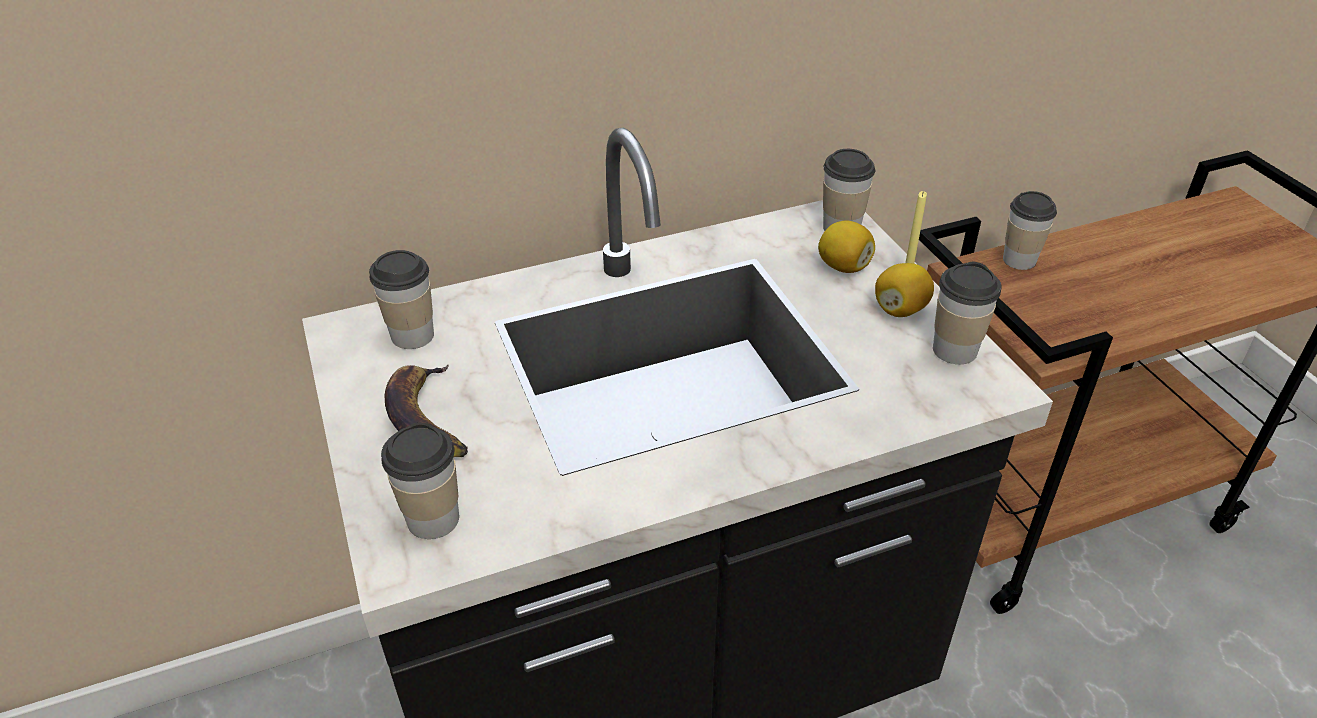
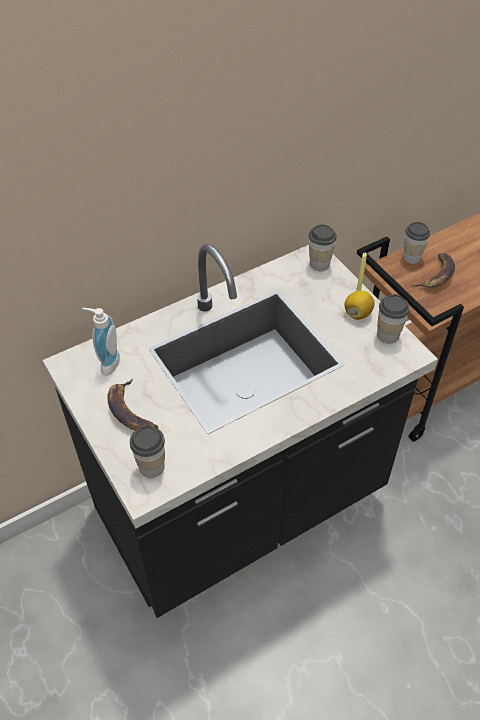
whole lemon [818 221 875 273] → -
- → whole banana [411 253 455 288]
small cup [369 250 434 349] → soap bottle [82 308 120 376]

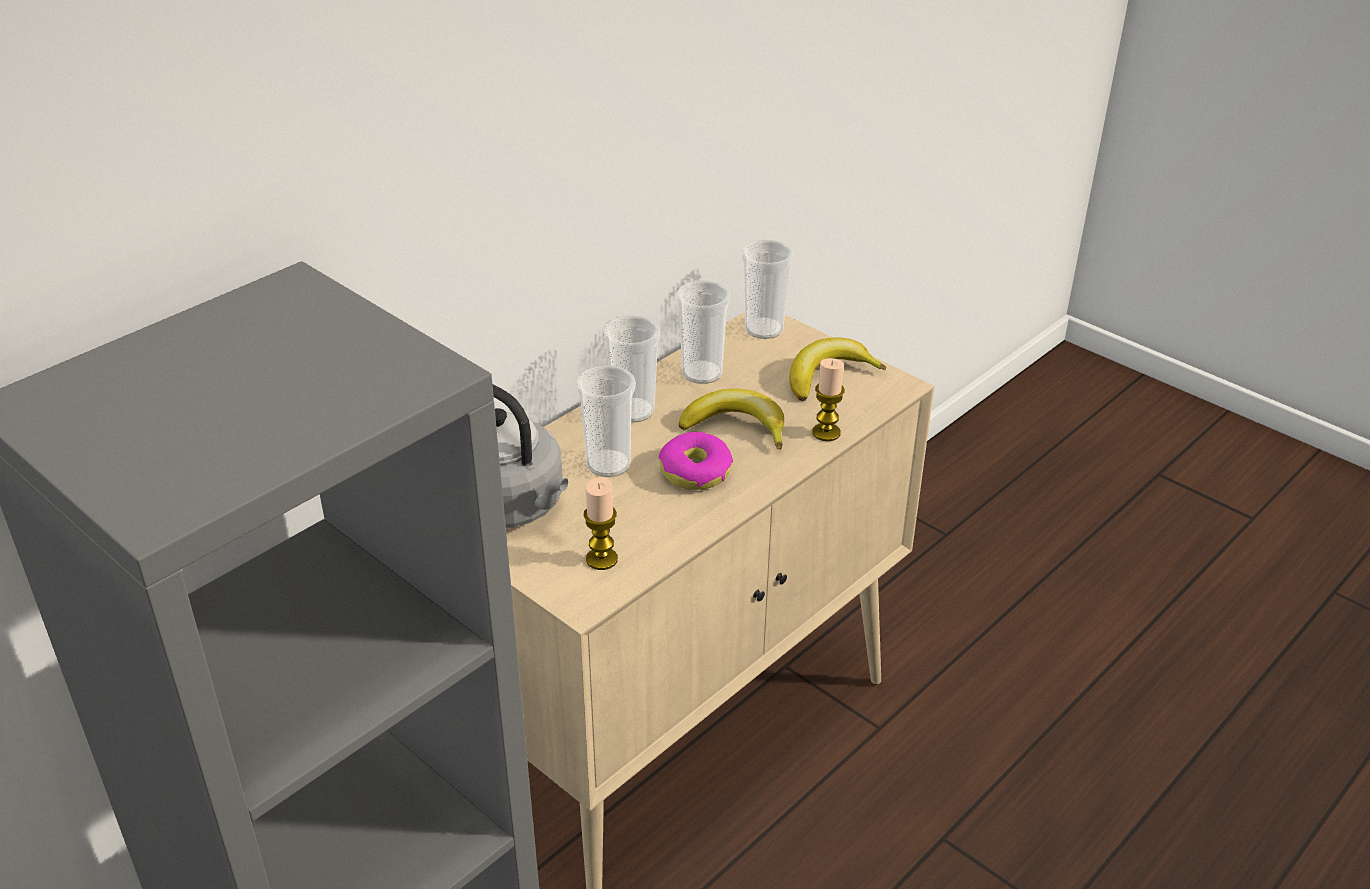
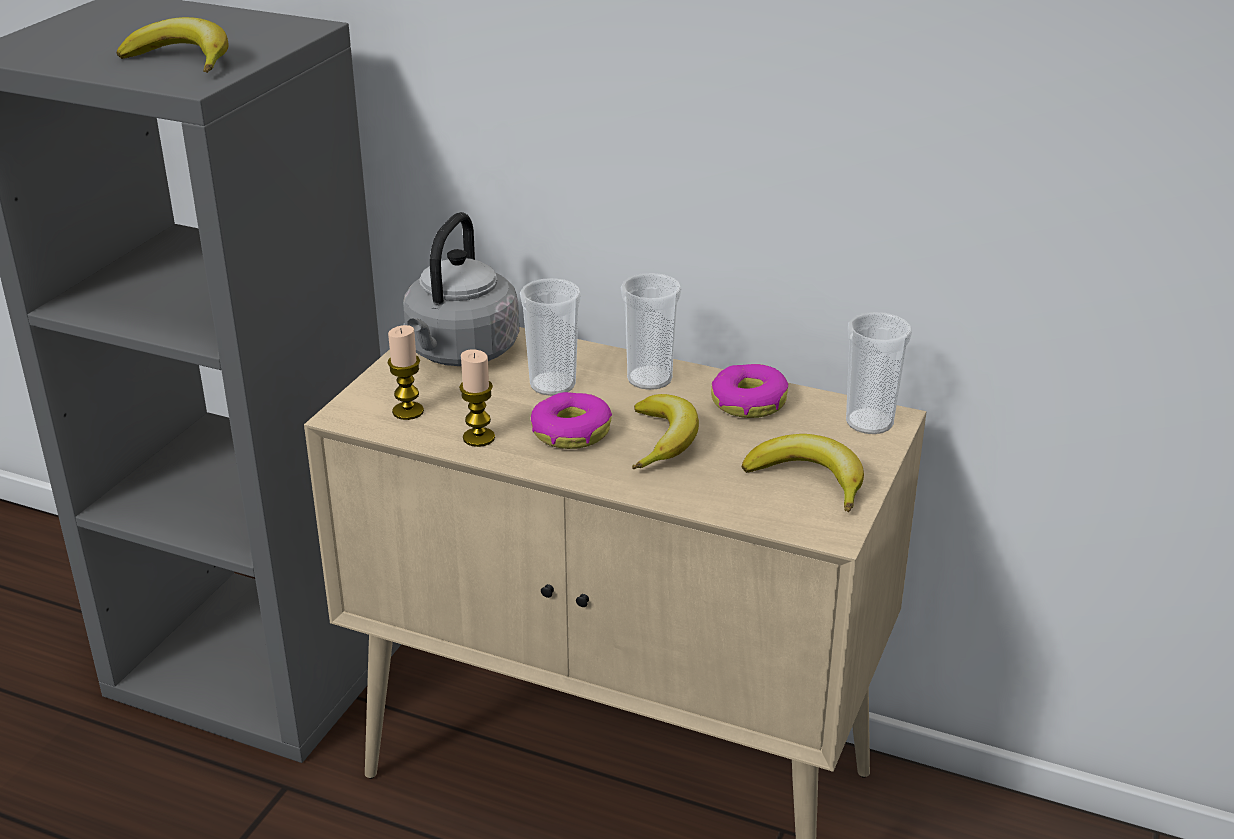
- → whole banana [117 17 229 73]
wax candle [812 358 845 441] → wax candle [459 349 495 447], moved
small cup [677 280 730 384] → donut [711 364 788 418]

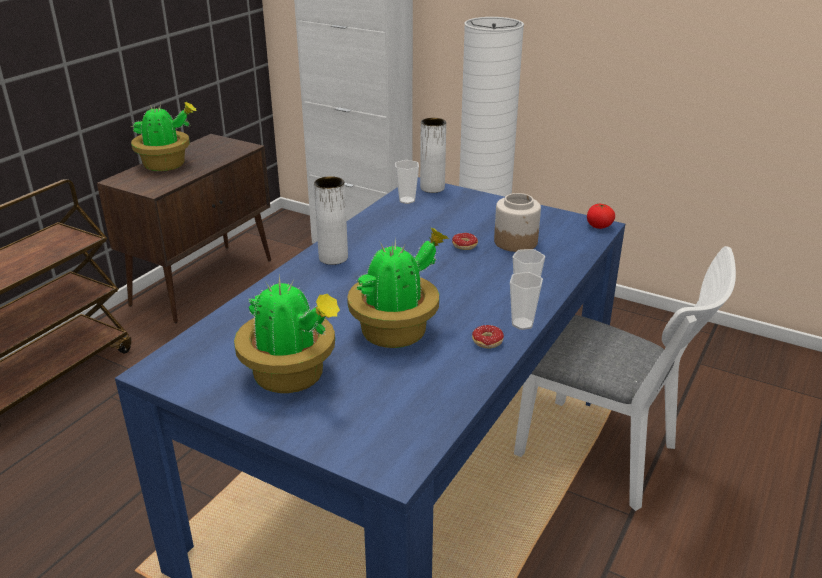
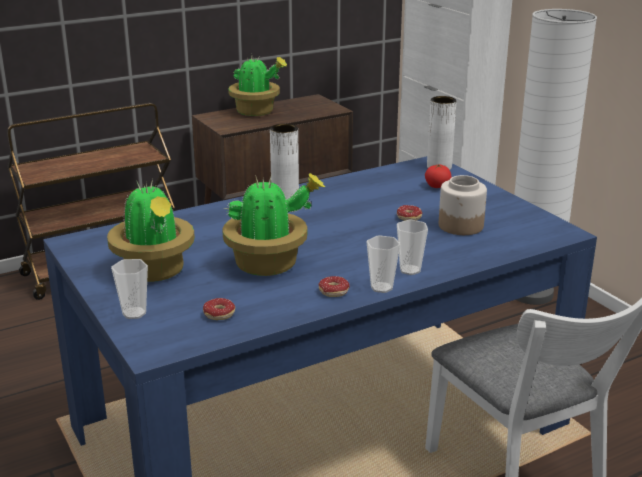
- → donut [203 298 235 320]
small cup [395 160 419 204] → small cup [111 259 148 319], moved
fresh tomato [587 203 615 229] → fresh tomato [425 164 452 188], moved

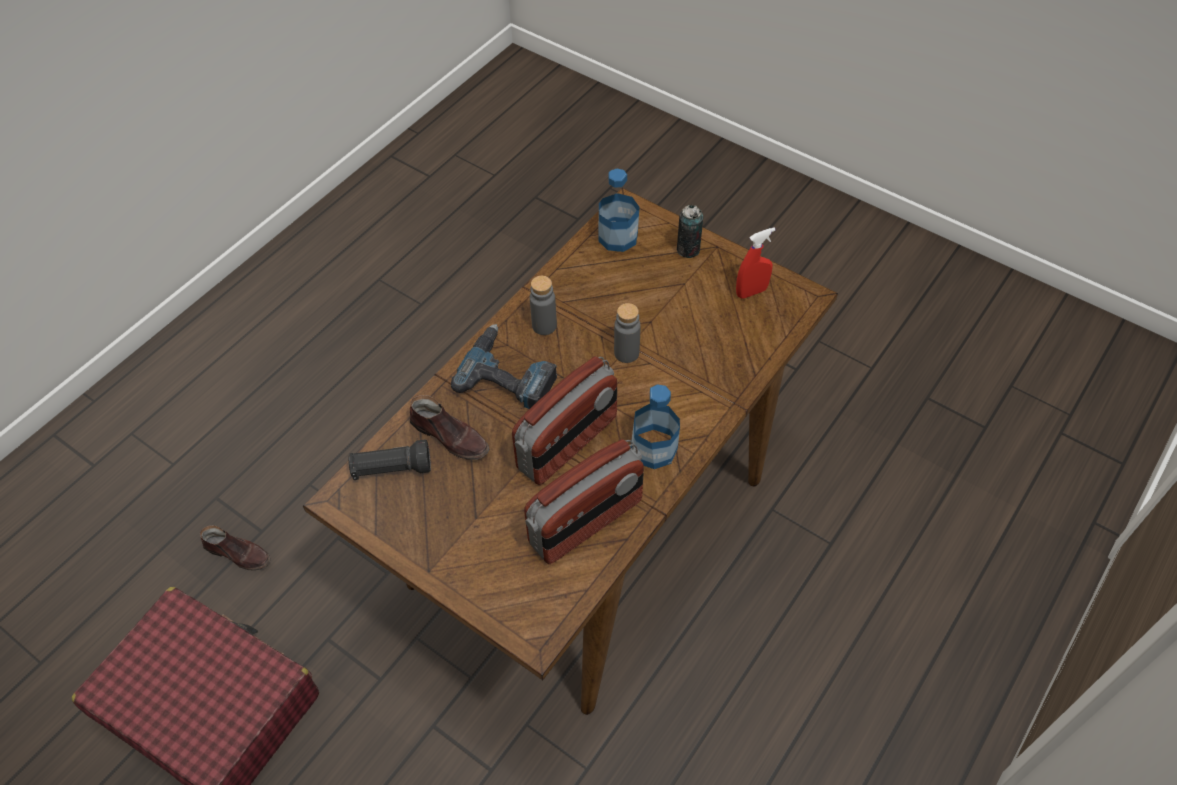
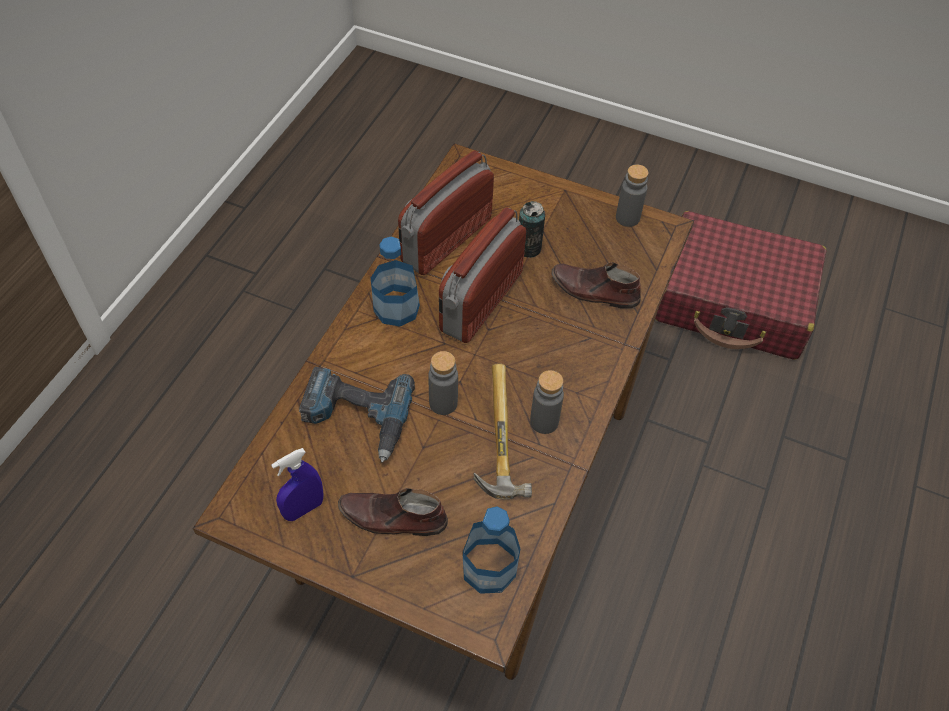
black torch [348 439 431 480] → -
- → hammer [473 363 532 500]
- → gray drink bottle [616 164 649 227]
brown low shoe [200 525 271 571] → brown low shoe [338 488 448 536], moved
power drill [451 324 557 409] → power drill [299 367 415 463], moved
metal can [677 205 703 258] → metal can [519 201 545 258], moved
red sprayer [736 227 775 299] → blue-coloured sprayer [271 448 324 521]

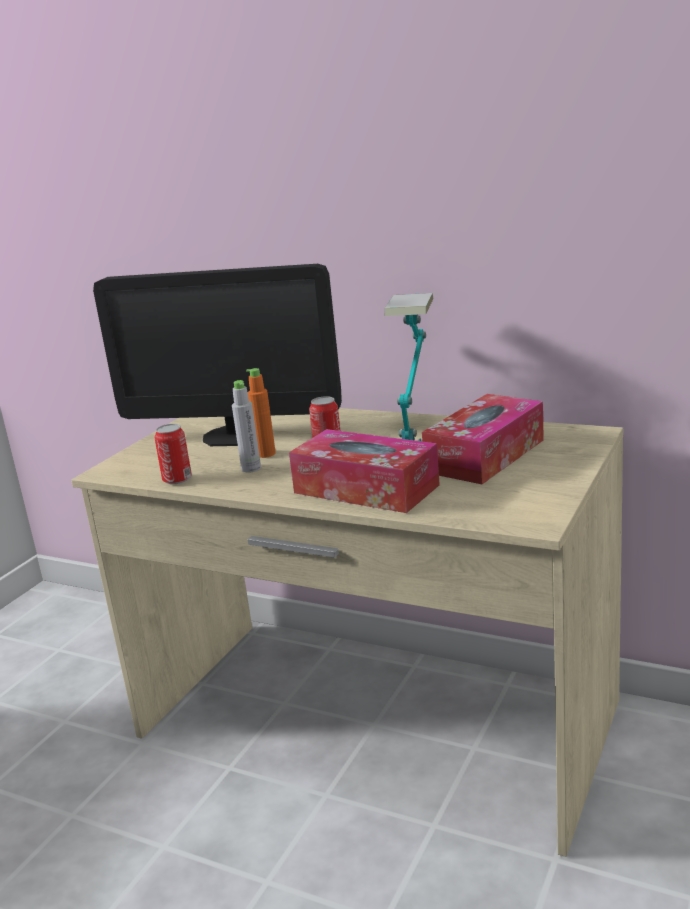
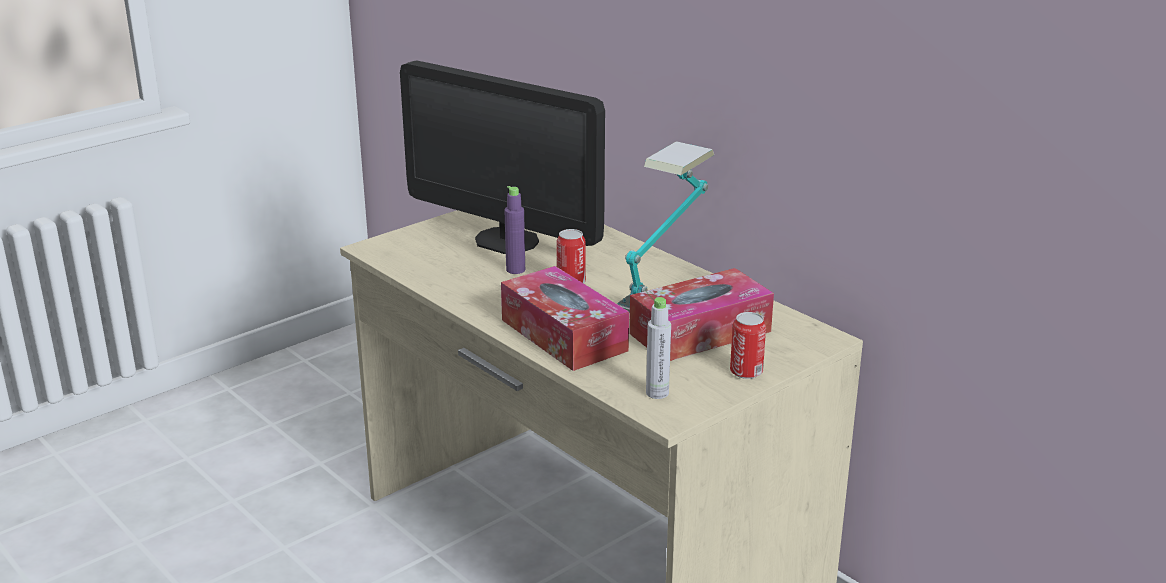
metal can [155 424 192 484] → metal can [730 312 766 379], moved
gray drink bottle [232 380 261 473] → gray drink bottle [646 297 671 399], moved
orangey drink bottle [246 368 276 458] → purplish drink bottle [504 186 525 274]

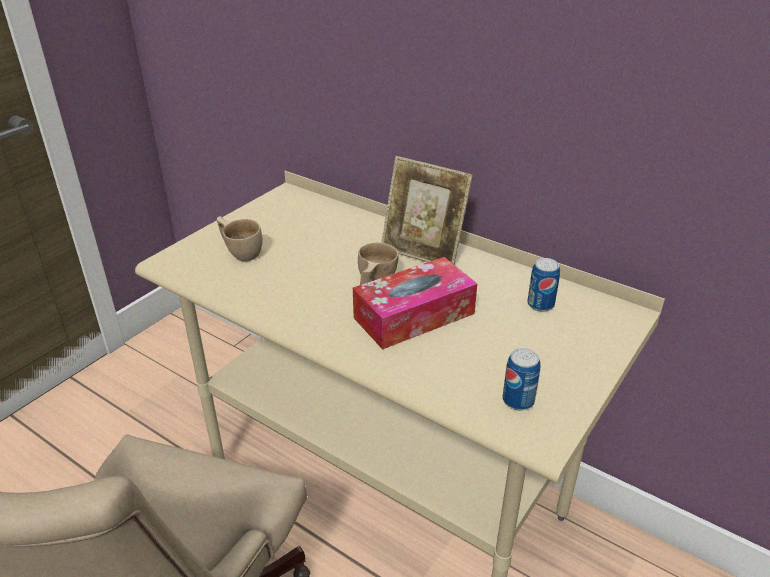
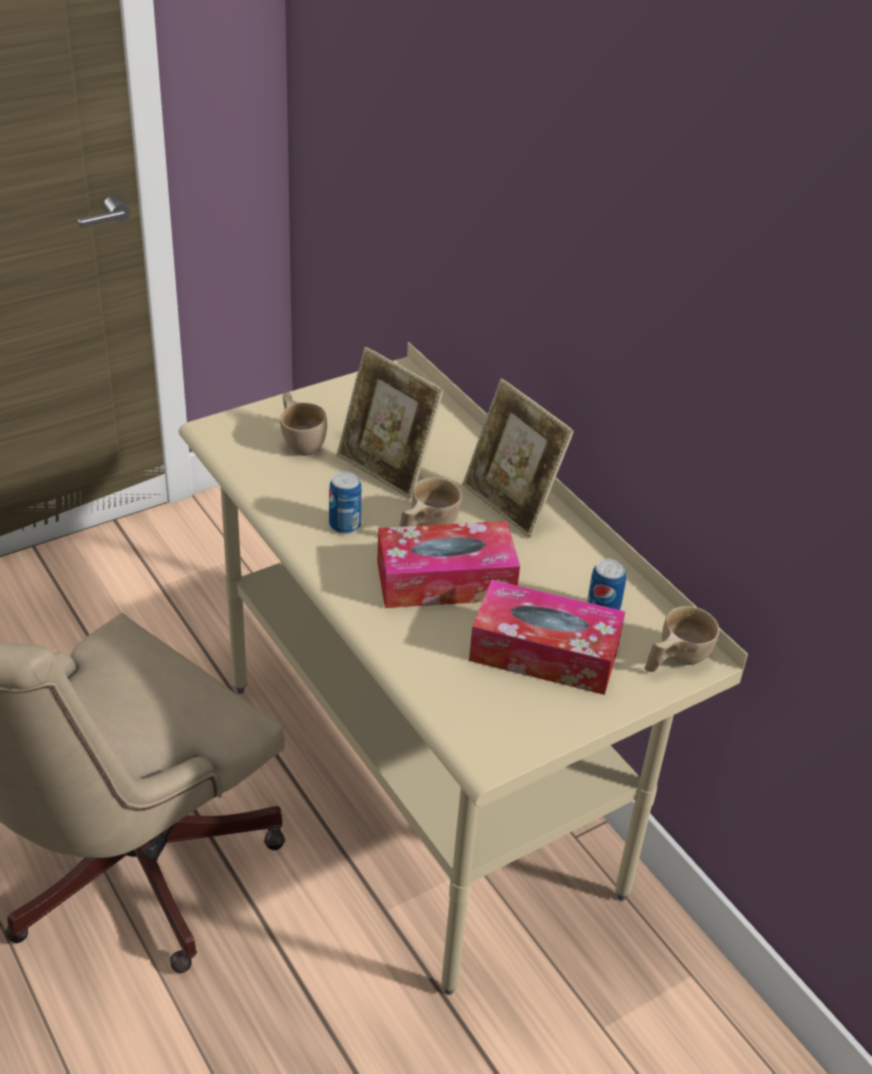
- → photo frame [337 347 444 499]
- → box of tissues [469 580 625 695]
- → beige-coloured small cup [645 606 719 672]
metal can [503 348 541 410] → metal can [329 471 362 534], moved

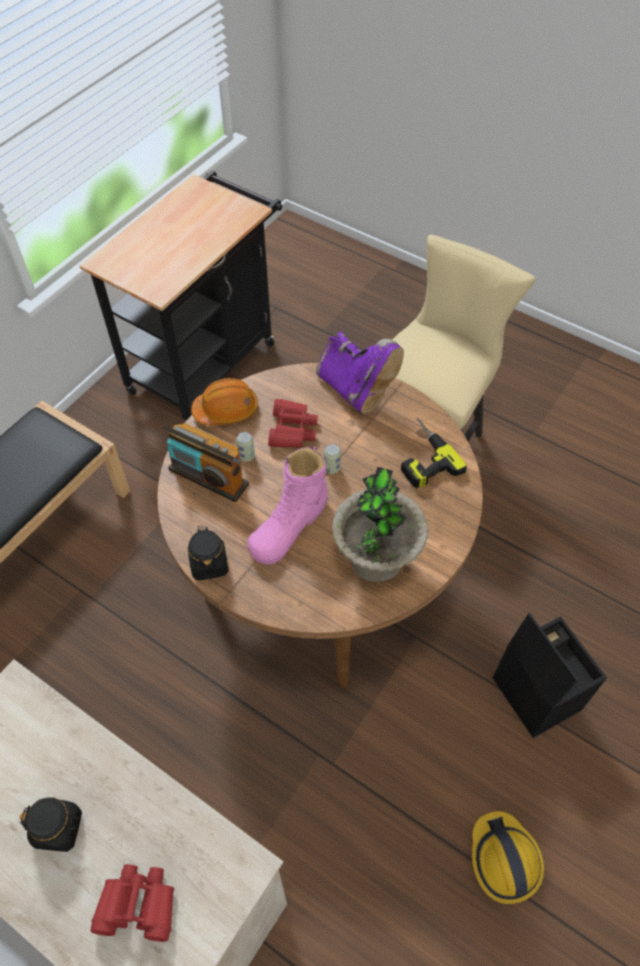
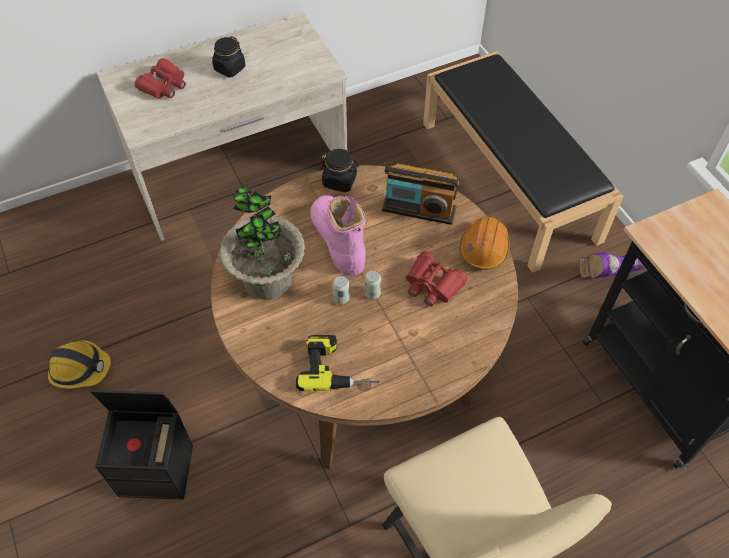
metal can [236 432 255 462] → metal can [332 276 350 304], moved
purplish tall boot [316 332 404 414] → purplish tall boot [579 252 645 278], moved
radio set [163 423 249 502] → radio set [382 164 460 225], 135 degrees counterclockwise

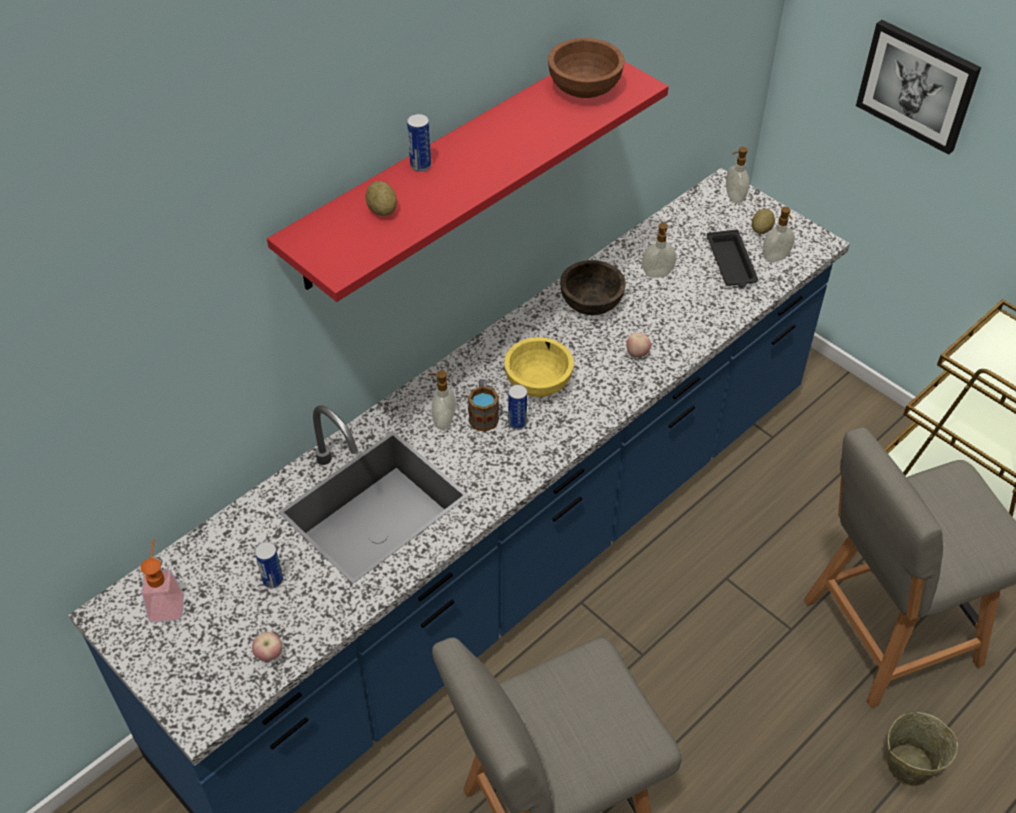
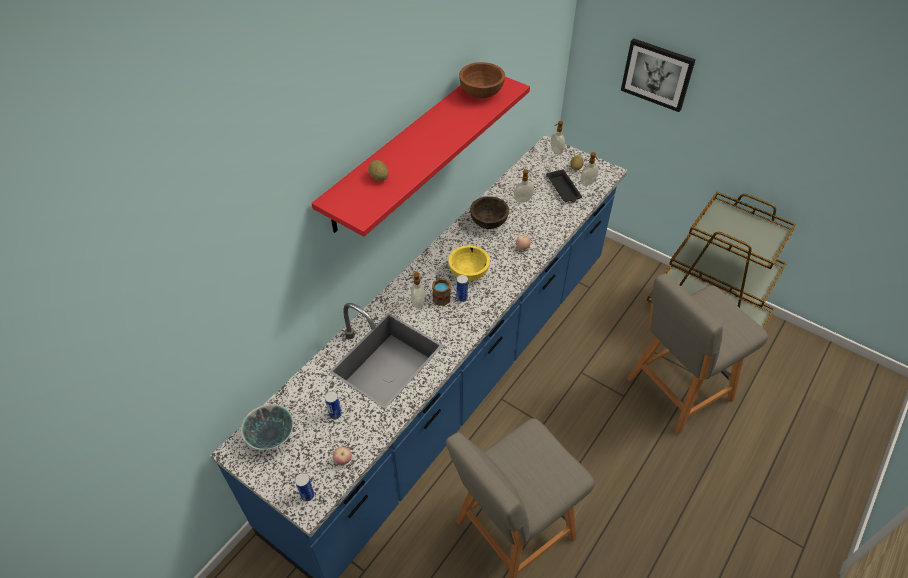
beige-coloured bucket [887 711 958 786] → -
metal can [407 114 431 172] → metal can [295 473 315 502], moved
soap bottle [140 539 184 622] → bowl [241 404 293 450]

